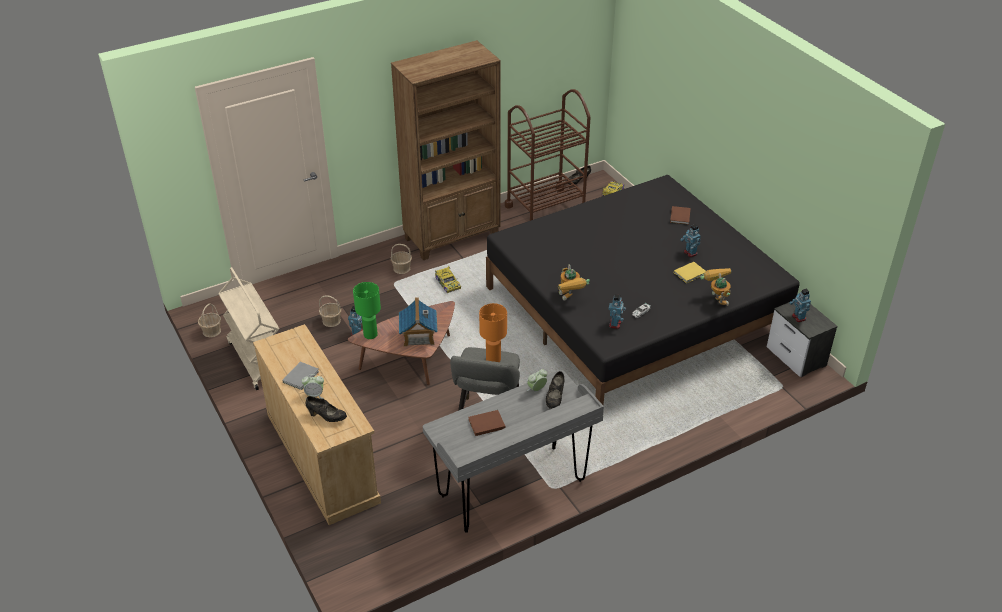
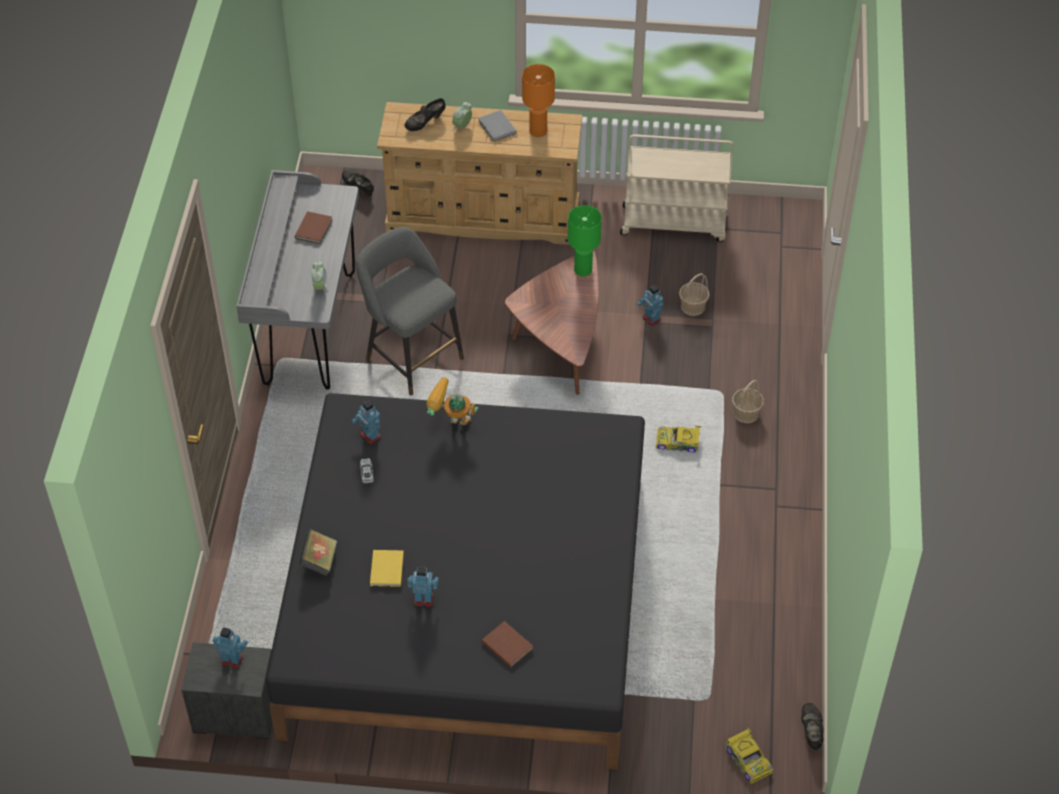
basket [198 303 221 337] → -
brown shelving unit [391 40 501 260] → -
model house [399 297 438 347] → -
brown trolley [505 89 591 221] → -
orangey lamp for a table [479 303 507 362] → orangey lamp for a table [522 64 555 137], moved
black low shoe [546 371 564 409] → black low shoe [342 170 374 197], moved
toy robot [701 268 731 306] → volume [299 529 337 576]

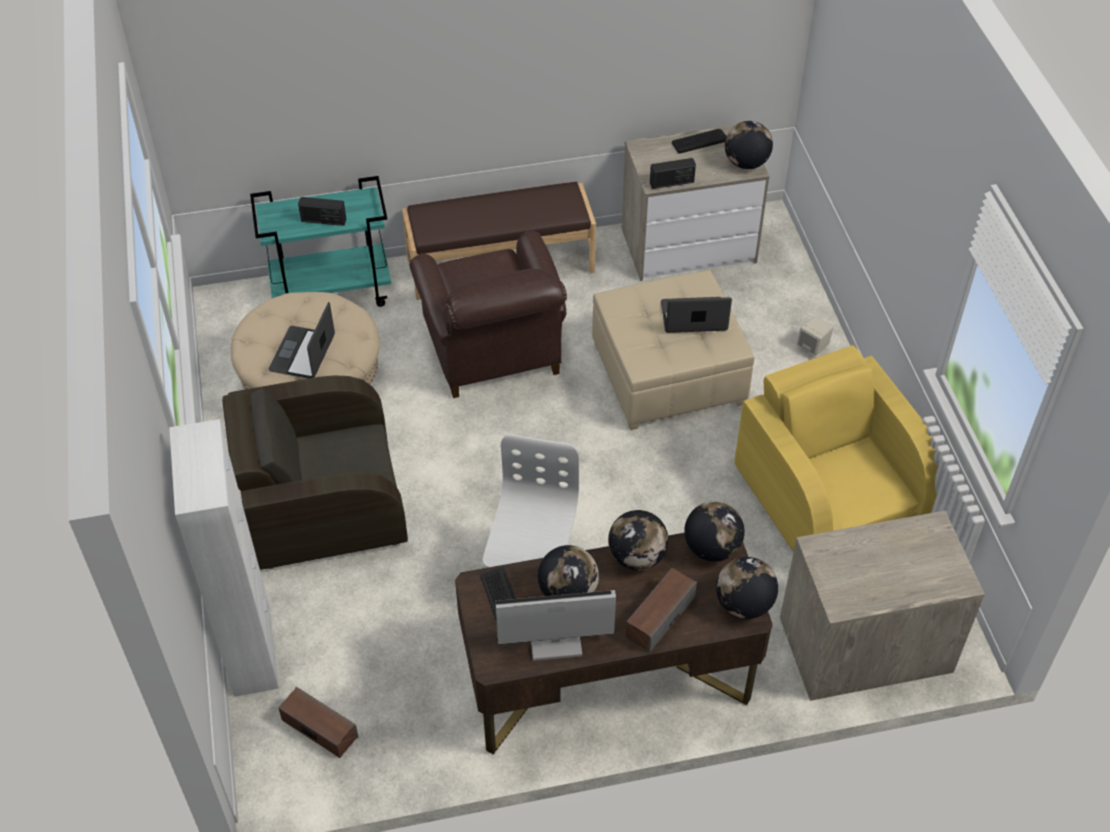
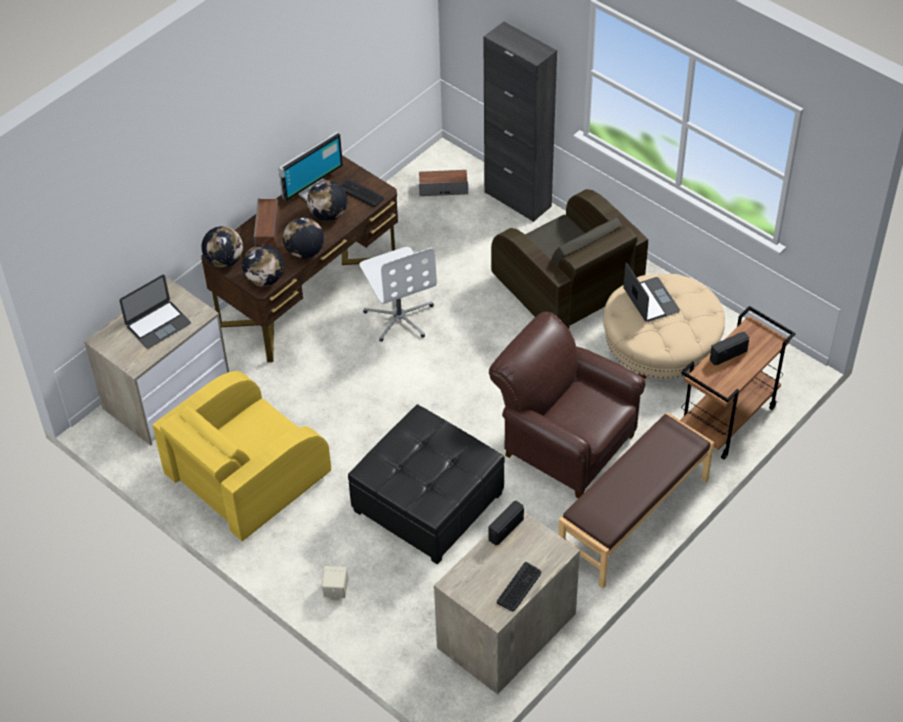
desk globe [725 121 773 169] → -
portable computer [661 297 732 333] → portable computer [119 275 191 349], moved
white-coloured cabinet [169 419 279 697] → black cabinet [483 21 557 222]
blue-green trolley [250 176 391 307] → brown trolley [680 306 796 459]
beige-coloured pouffe [592 270 754 430] → black pouffe [348 404 505 565]
brown lounge chair [223 375 408 570] → brown lounge chair [491 189 648 329], 105 degrees clockwise
yellowish lounge chair [734 345 939 552] → yellowish lounge chair [153 371 331 541], 105 degrees clockwise

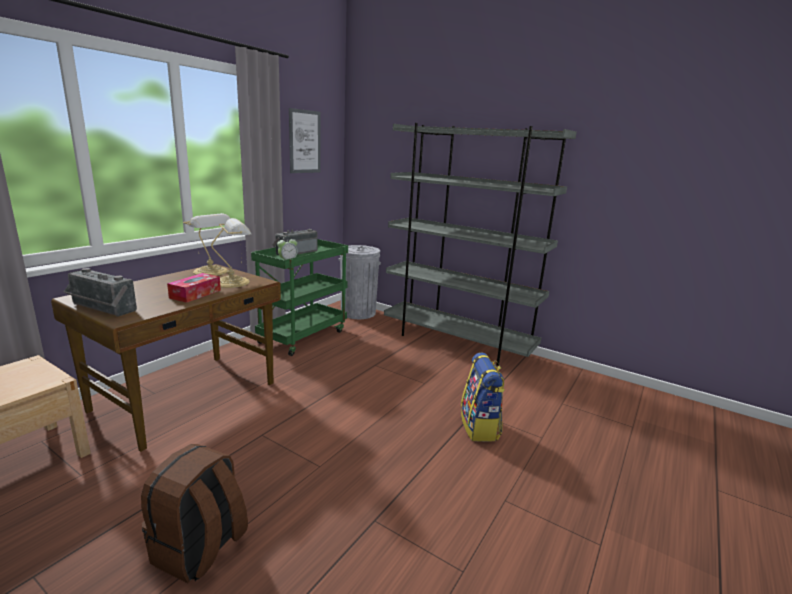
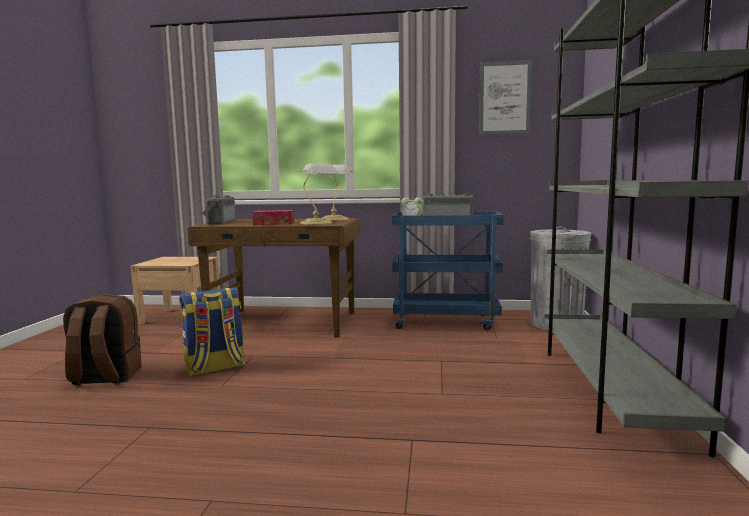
rucksack [461 353 505 442] → rucksack [179 287 246 376], moved
green-coloured trolley [251 239 348 356] → blue-coloured trolley [392 211 504 330]

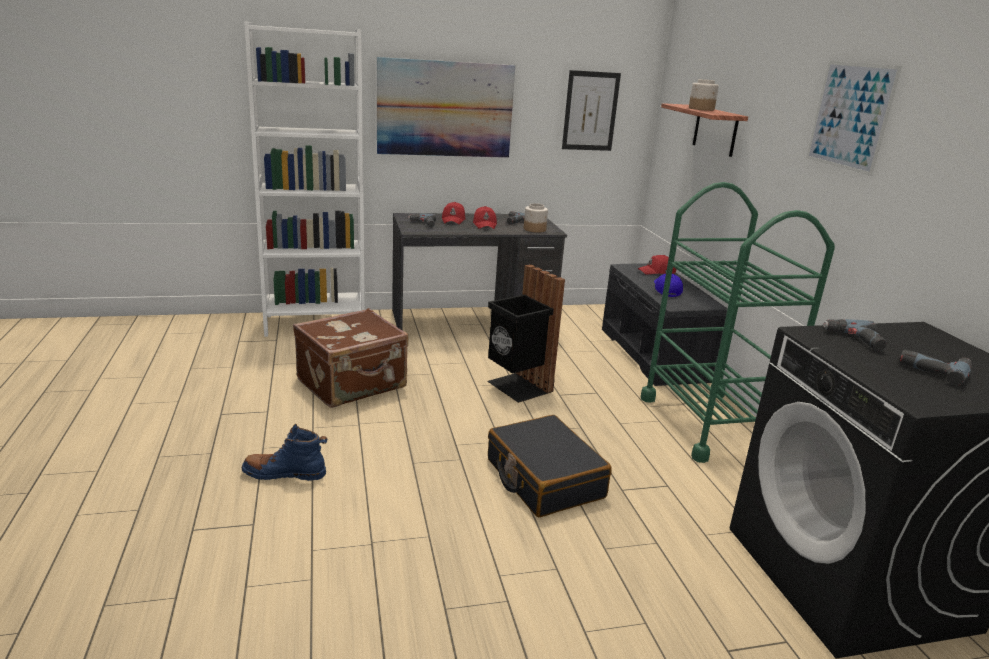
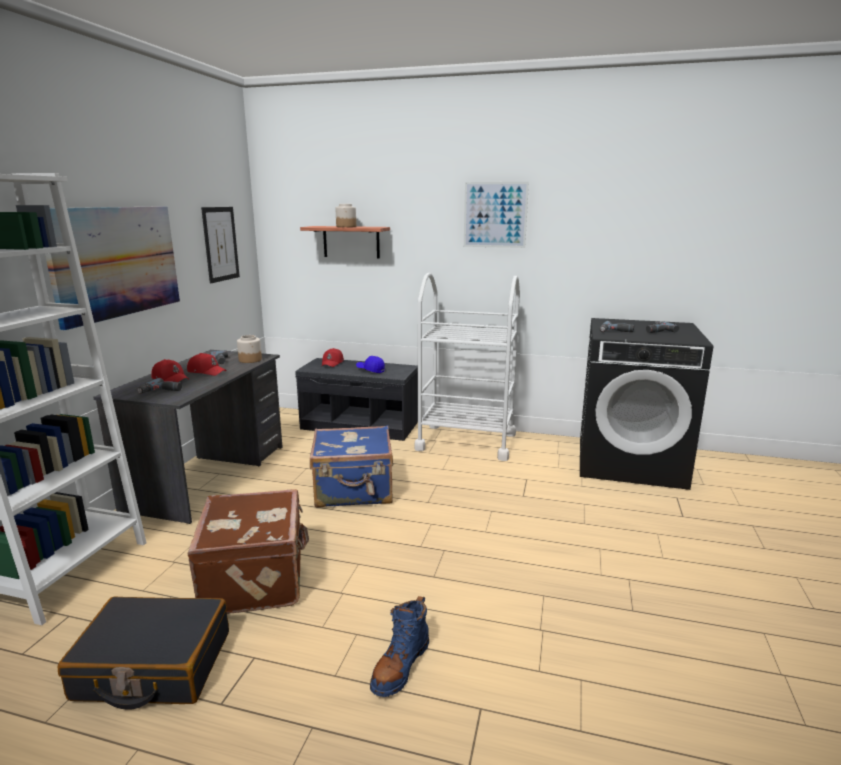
black suitcase [488 415 612 517] → black suitcase [58 596 229 710], moved
black waste bin [487 264 565 403] → blue-coloured suitcase [310 425 393 508]
green-coloured trolley [641 182 835 463] → white-coloured trolley [415 273 520 461]

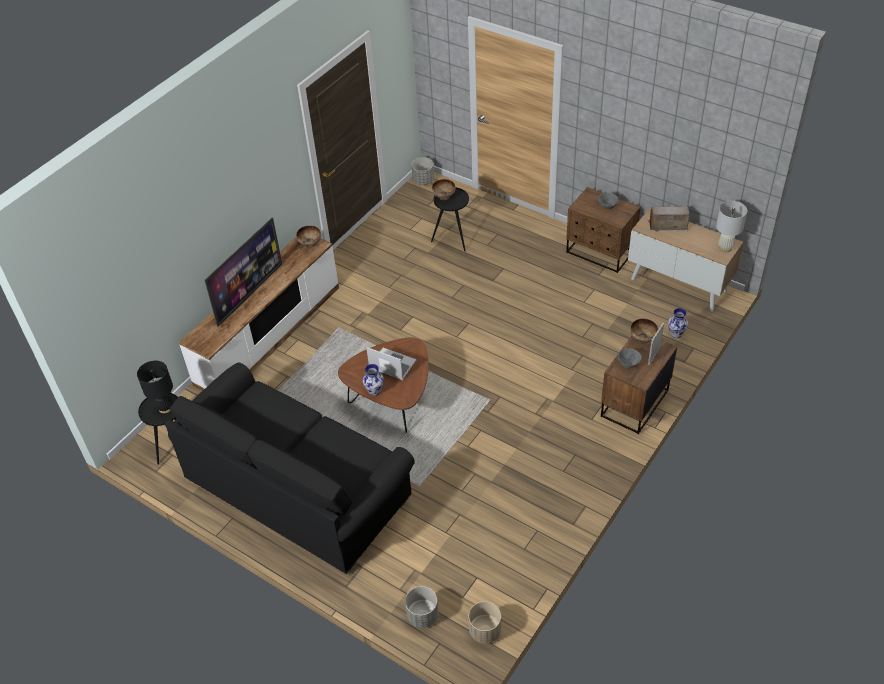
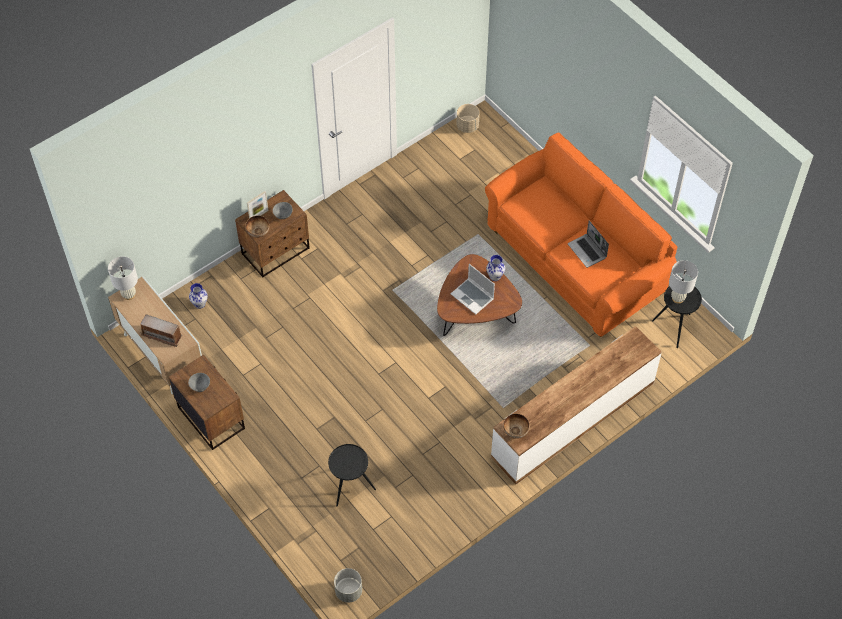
TV [205 217 282 327] → -
gray planter [405 586 439 628] → -
bowl [432 179 455 200] → -
- → portable computer [568 221 609 268]
black lamp for a table [137 361 173 413] → white-coloured lamp for a table [669 260 698 304]
black couch [165 362 415 574] → orangey couch [485 133 677 337]

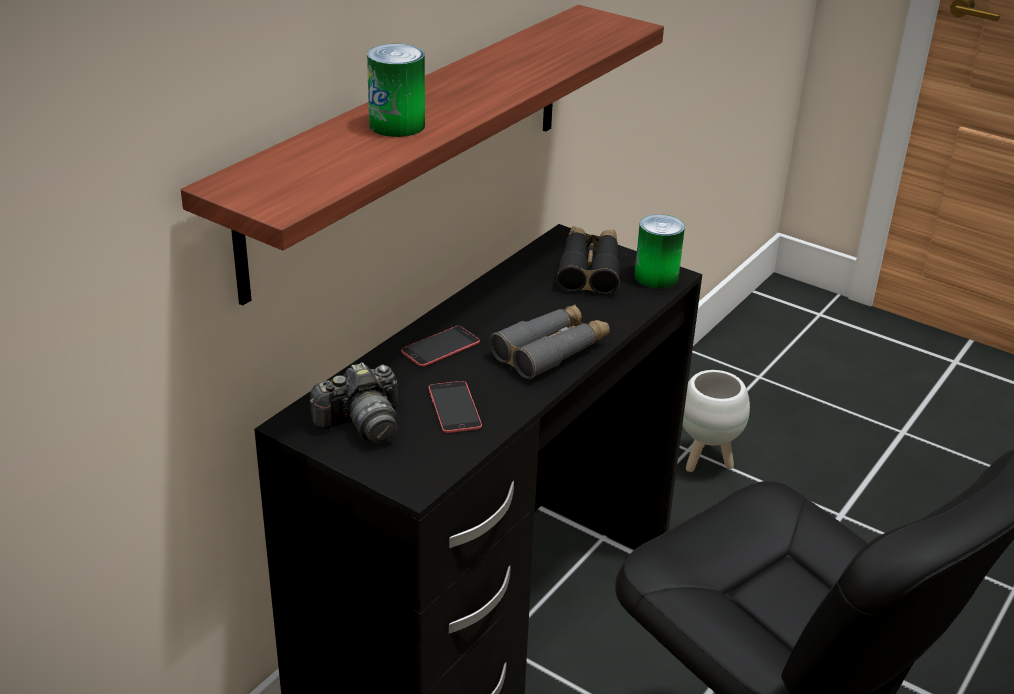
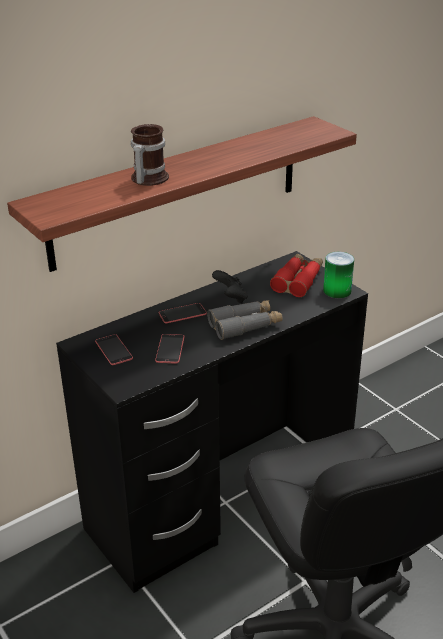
white-coloured planter [682 370 750 472] → -
- → black gamepad [212 270 248 303]
photo camera [310 362 399 444] → handset [95 334 133 365]
metal can [367 44 425 137] → tea mug [131 124 169 186]
black binoculars [556 226 620 295] → red binoculars [270 253 323 297]

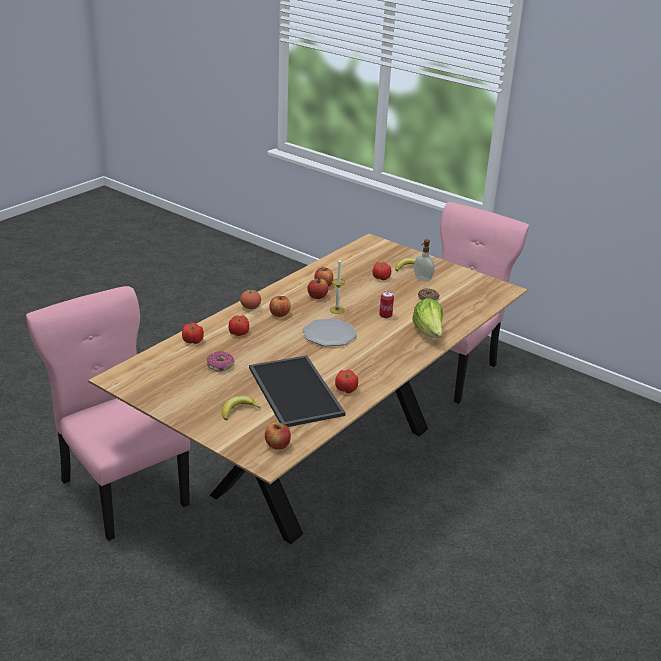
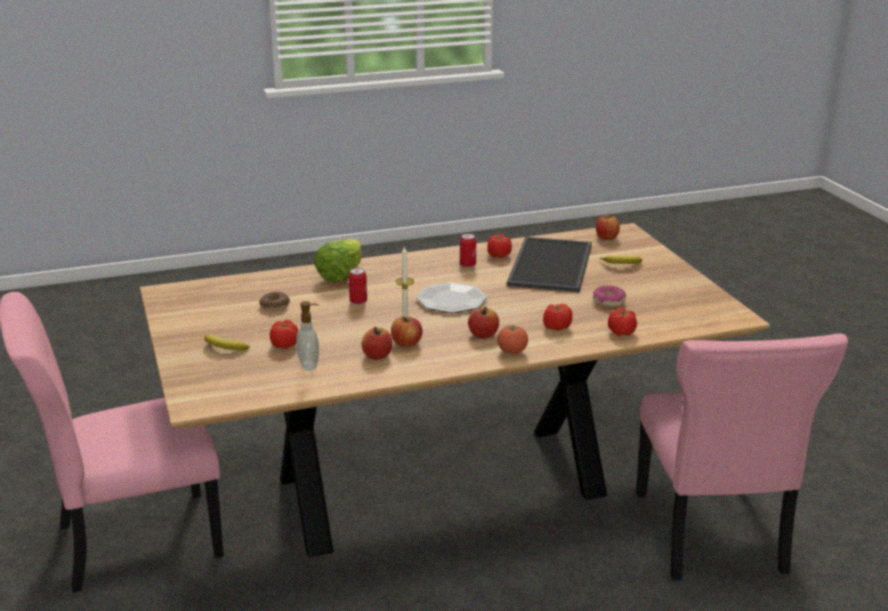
- → metal can [460 234 476 268]
soap bottle [414 239 435 282] → soap bottle [296 301 319 371], moved

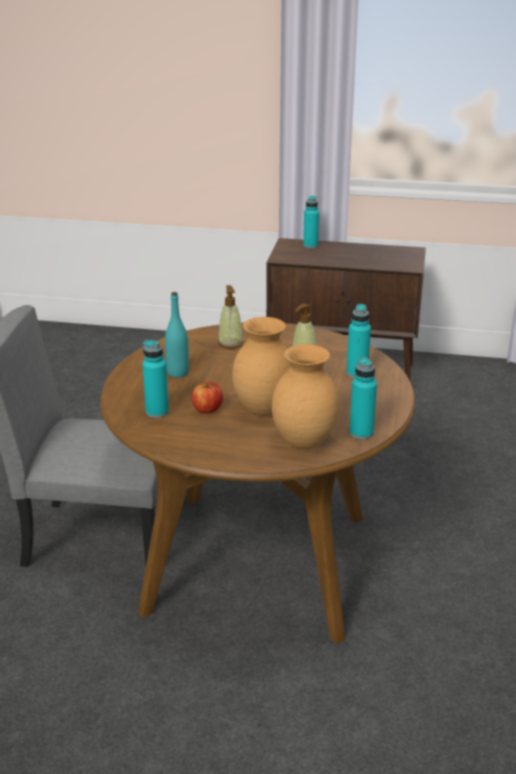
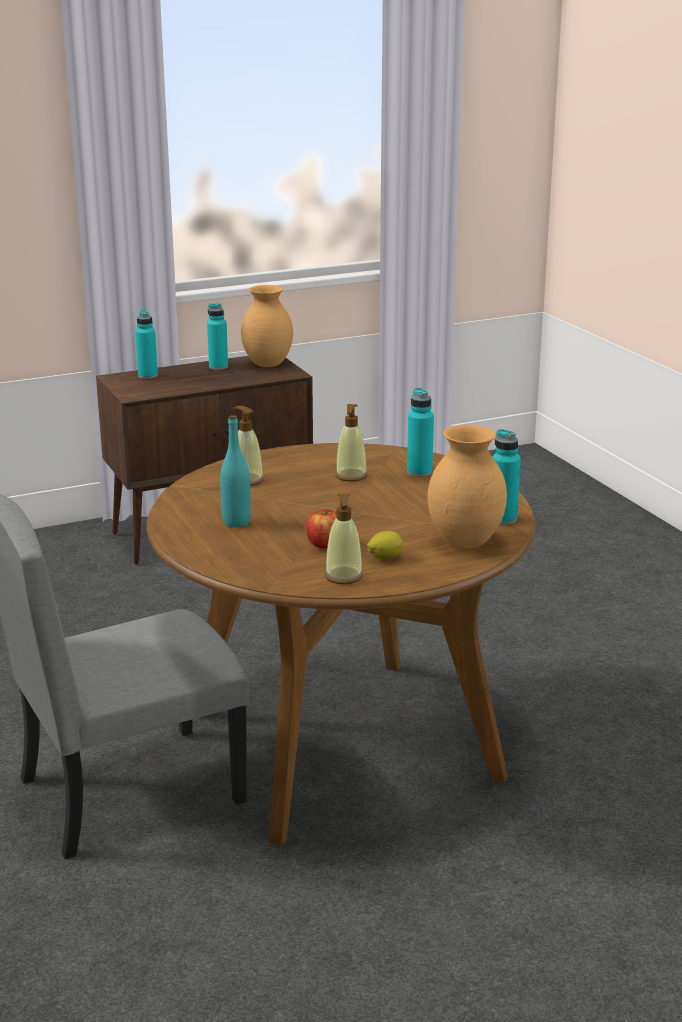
- → soap bottle [325 494 363 584]
- → whole lemon [367 531 404 560]
blue-green drink bottle [142 340 169 418] → blue-green drink bottle [207 303 228 370], moved
brown vase [232 317 291 416] → brown vase [241 285 293 367], moved

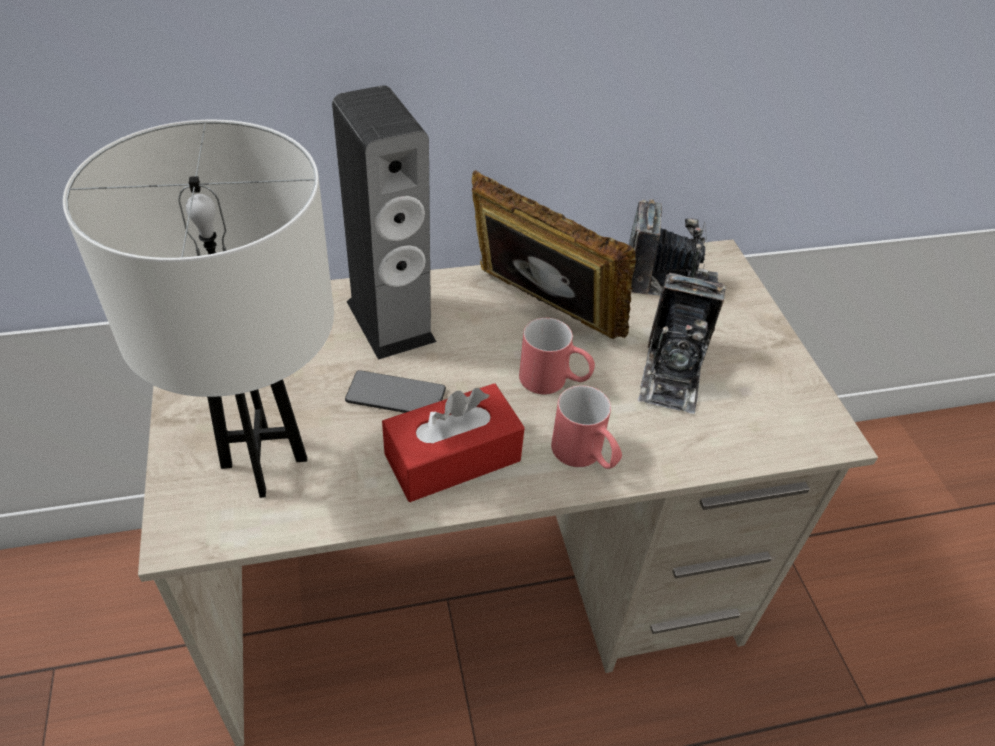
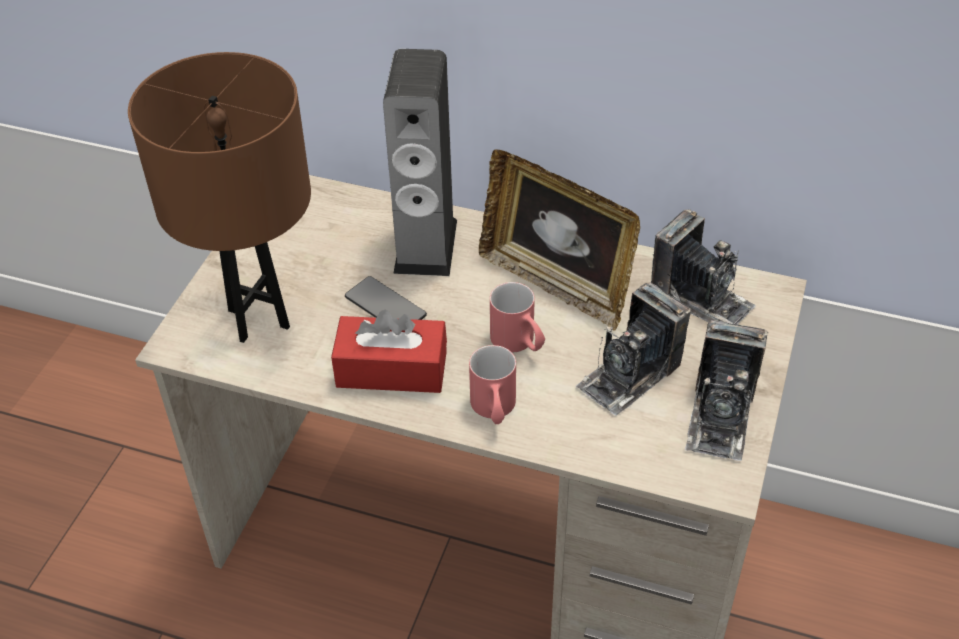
- → photo camera [684 320 769 461]
white-coloured lamp for a table [63 120 334 498] → brown lamp for a table [128 52 311 343]
photo frame [472 170 636 339] → photo frame [479 150 640 331], 150 degrees clockwise

